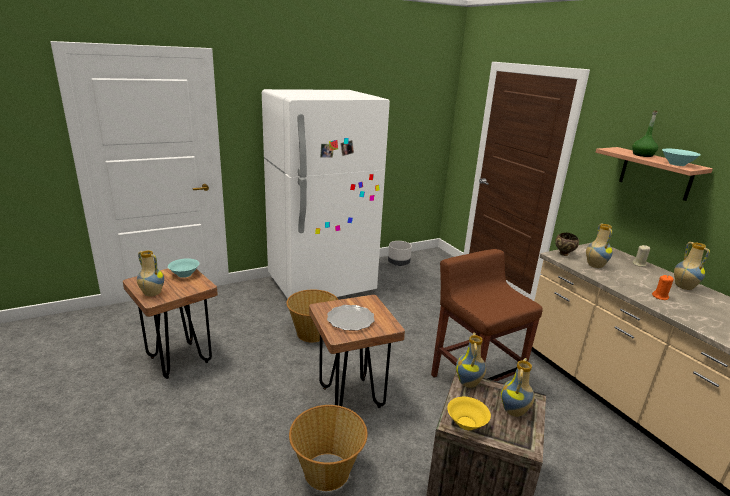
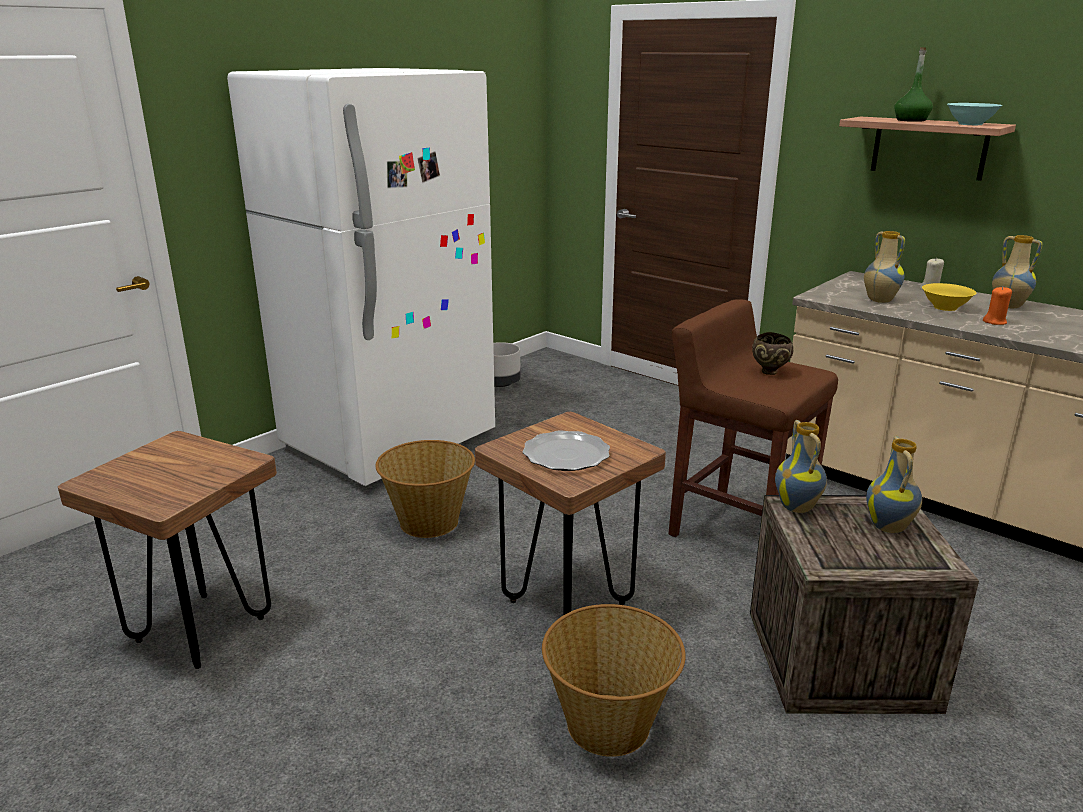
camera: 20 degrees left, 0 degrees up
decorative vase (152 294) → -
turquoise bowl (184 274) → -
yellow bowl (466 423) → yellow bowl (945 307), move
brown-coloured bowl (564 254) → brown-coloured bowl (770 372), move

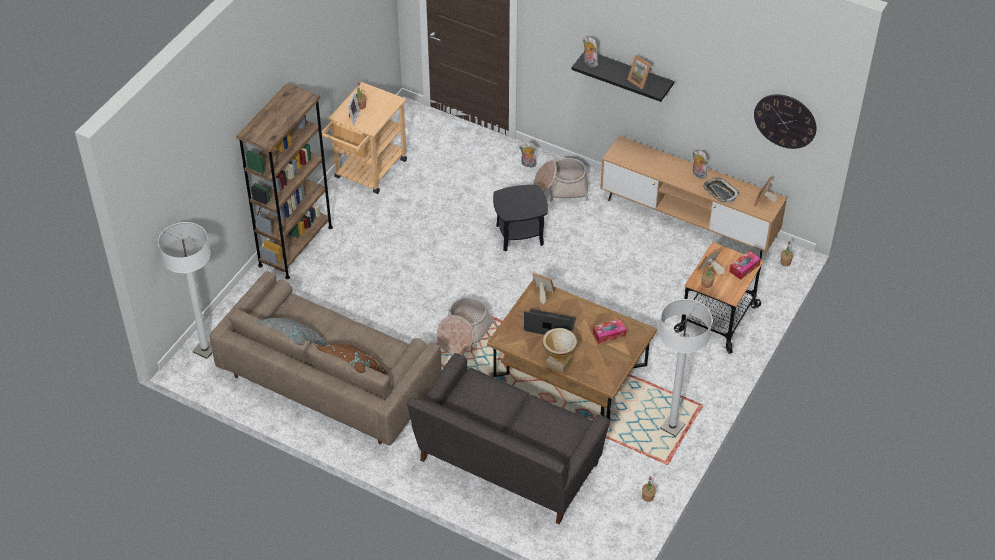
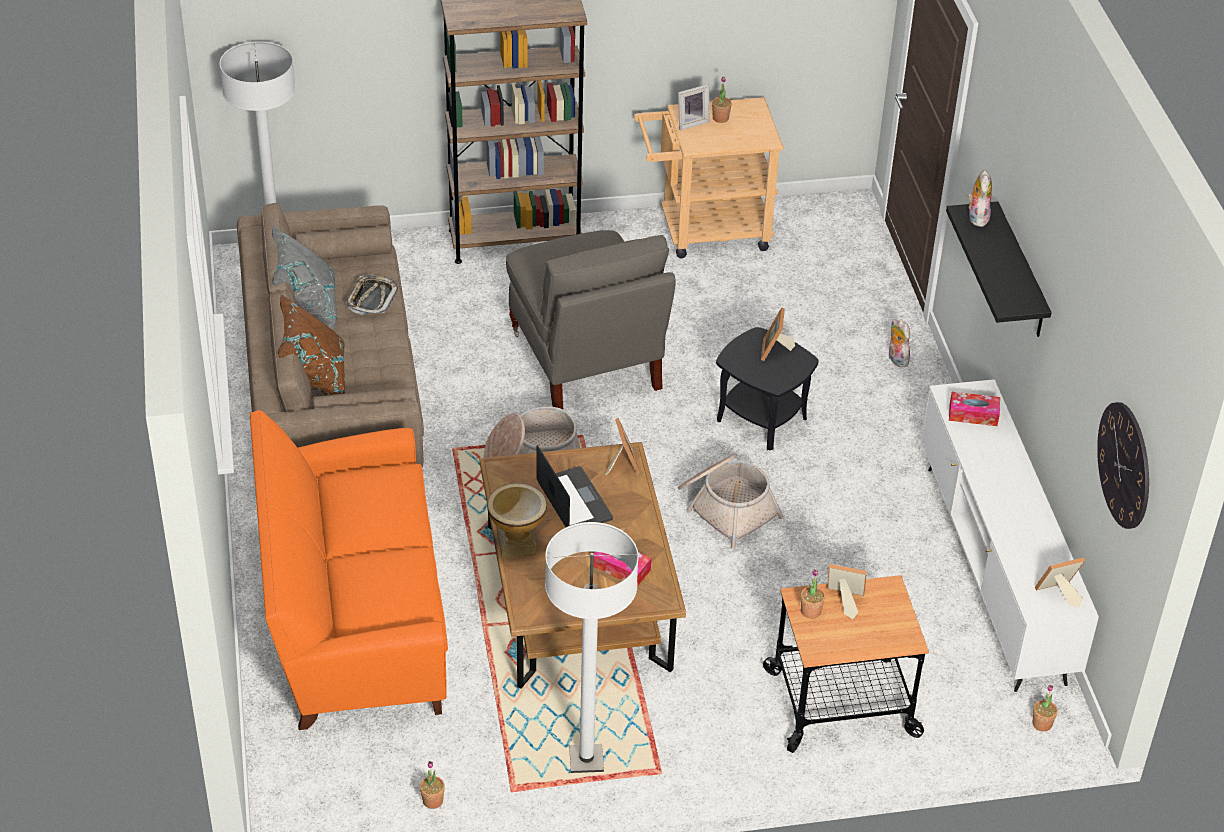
camera: 50 degrees right, 5 degrees down
plush toy (698 174) → -
- → gray lounge chair (586 362)
household basket (560 187) → household basket (726 507), move
photo frame (640 81) → photo frame (775 351), move
serving tray (720 192) → serving tray (372 299), move
tissue box (744 268) → tissue box (973 414), move
gray couch (507 463) → orange couch (354 621)
brown-coloured tv stand (688 220) → white tv stand (993 571)

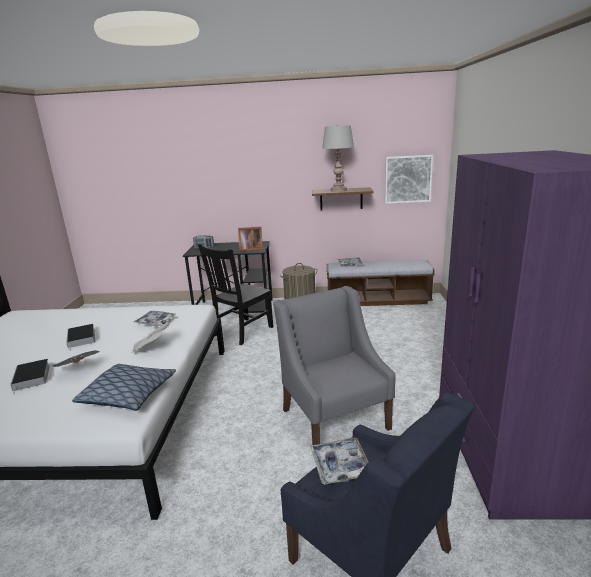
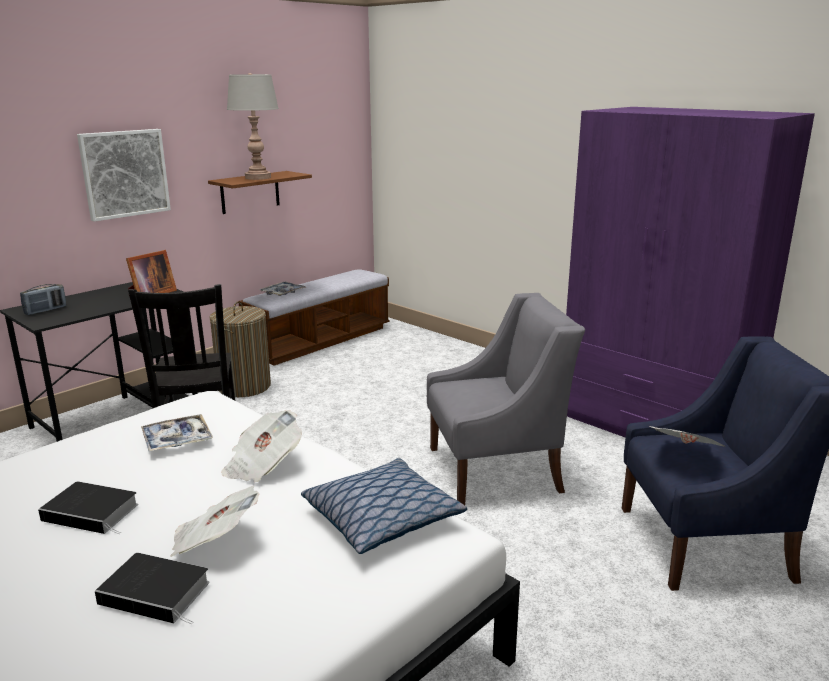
camera: 50 degrees left, 0 degrees up
picture (408 179) → picture (125 173), move
serving tray (340 465) → printed paper (685 454)
gray lounge chair (334 418) → gray lounge chair (496 469), 150 degrees clockwise

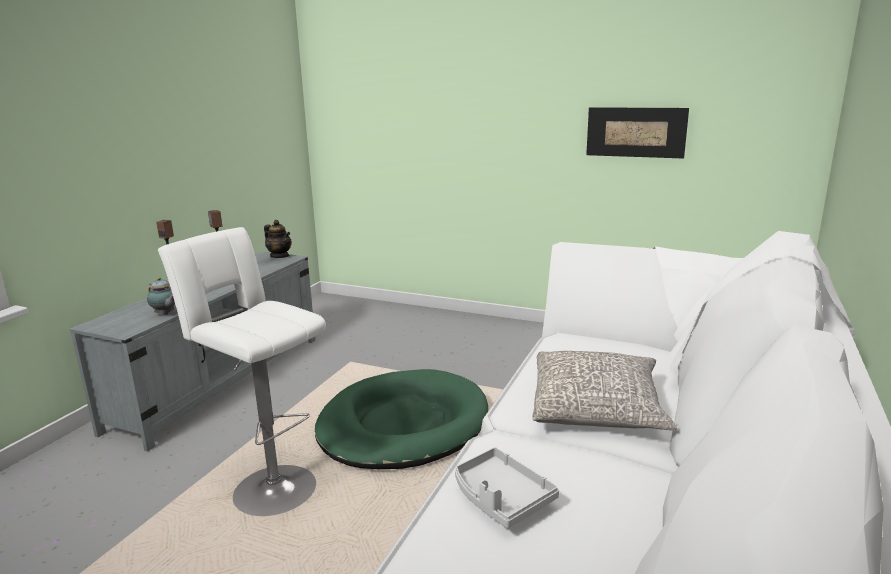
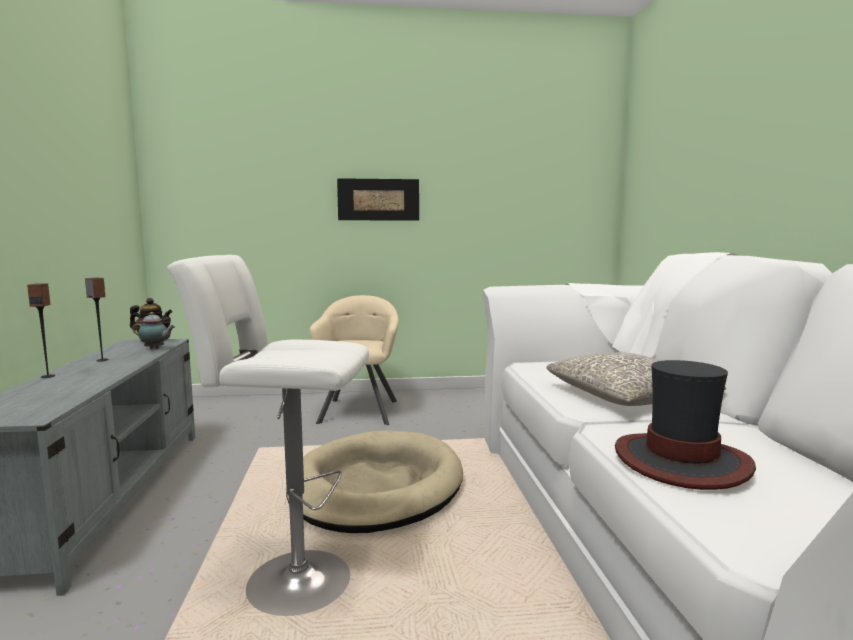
camera: 30 degrees left, 10 degrees down
- → beige lounge chair (359 411)
teapot (165 314) → teapot (155 349), move
picture (635 132) → picture (378 199), move
gray serving tray (501 498) → clothing hat (681 461)
greenish dog bed (403 425) → beige dog bed (376 487)

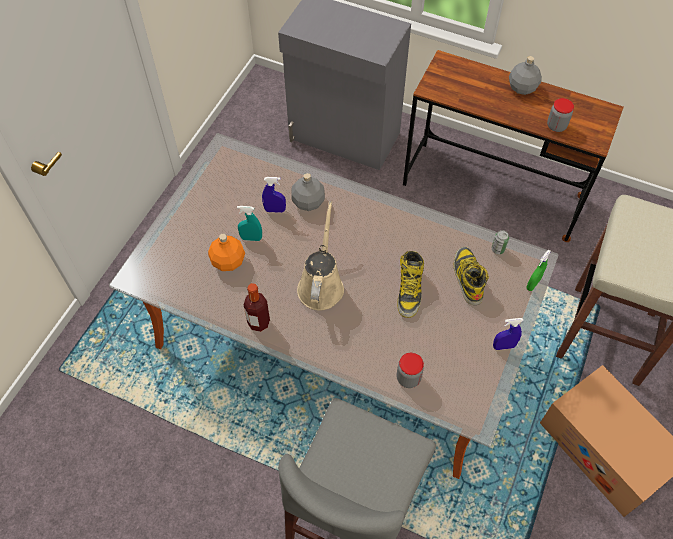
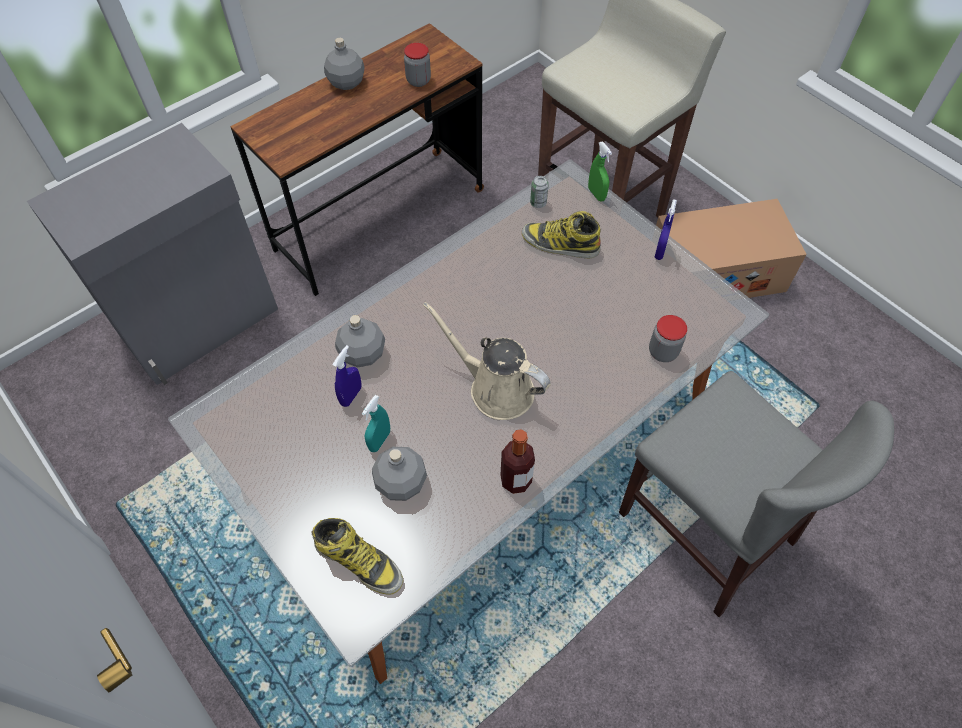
camera: 65 degrees left, 0 degrees up
high-top boot (409 290) → high-top boot (359 561), move
orange bottle (228 261) → gray bottle (400 483)

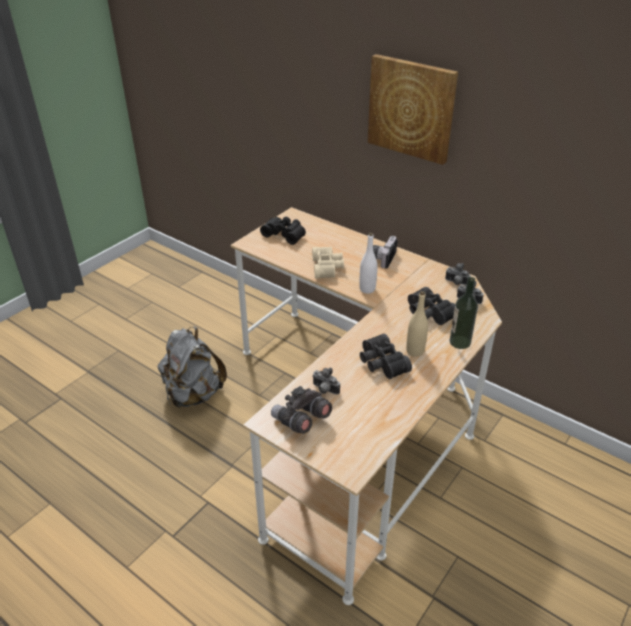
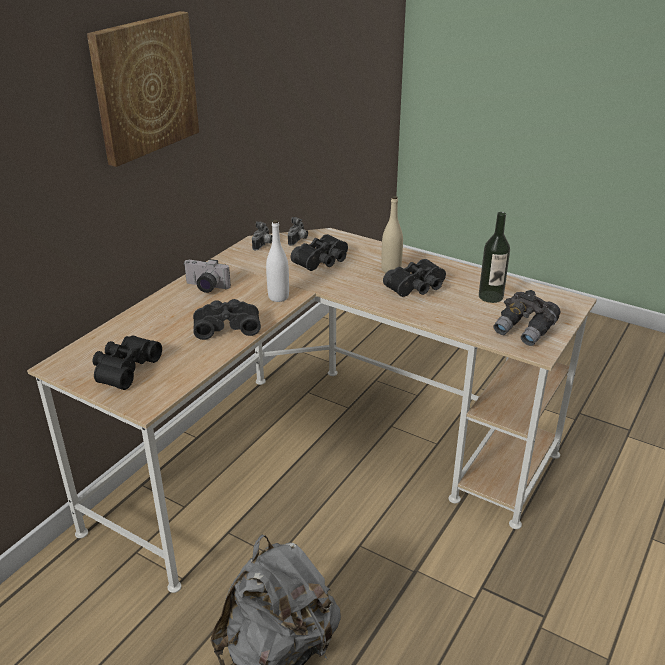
camera: 95 degrees left, 5 degrees down
still camera (324 390) → -
bottle (460 342) → bottle (490 296), move
beige pair of binoculars (328 267) → black-coloured pair of binoculars (227 326)

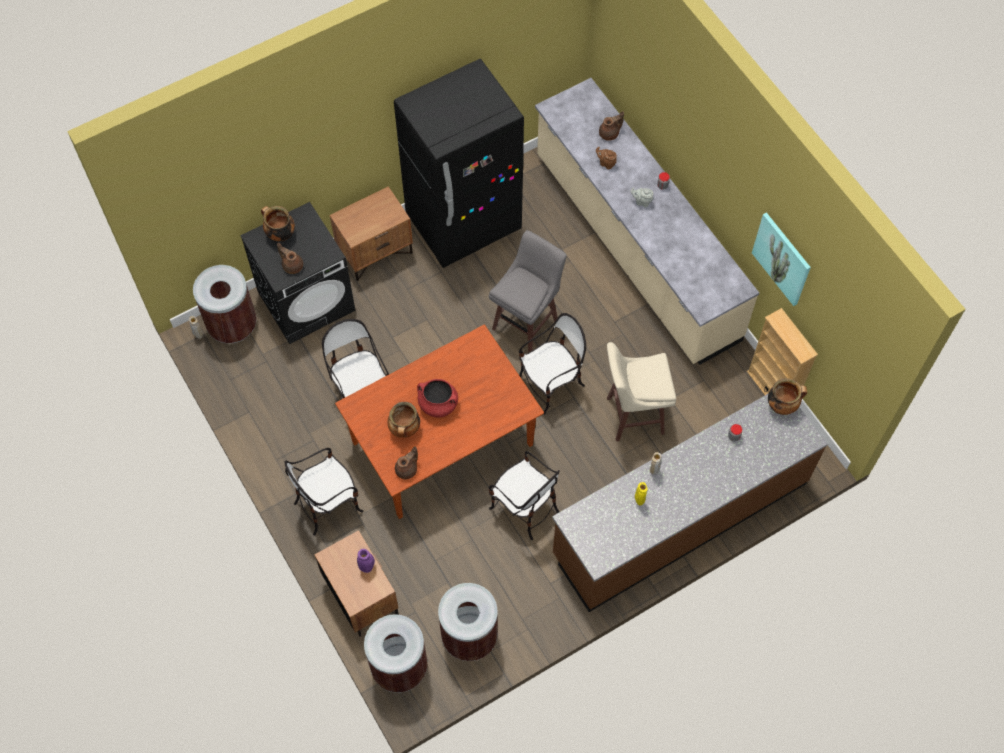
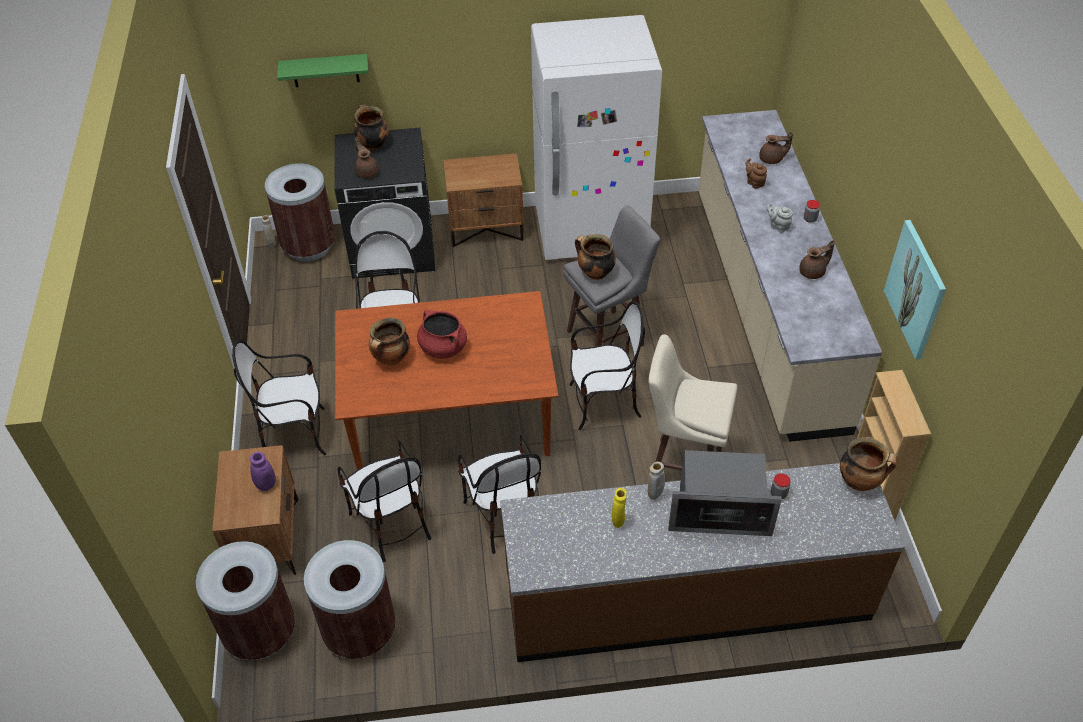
camera: 25 degrees right, 15 degrees down
- → greenish wall shelf (325 70)
- → chair (391 524)
- → cooking pot (594 273)
- → microwave oven (719 511)
brown-coloured teapot (407 469) → brown-coloured teapot (813 272), move
black-coloured kitchen fridge (464 223) → white kitchen fridge (591 231)

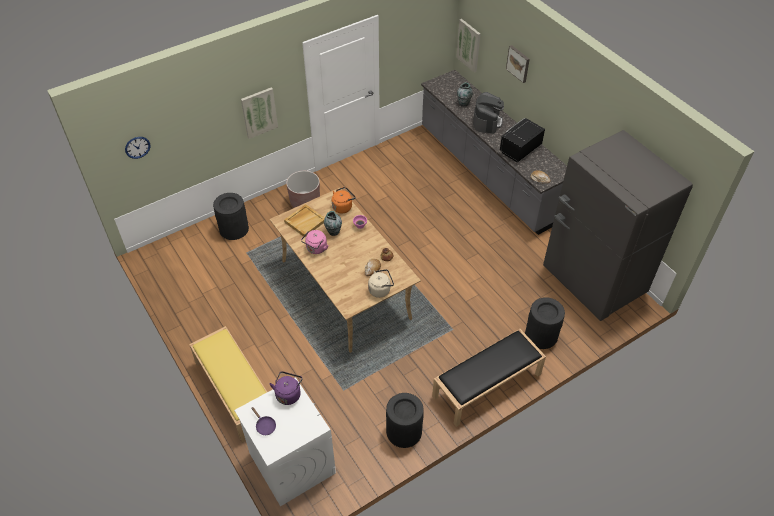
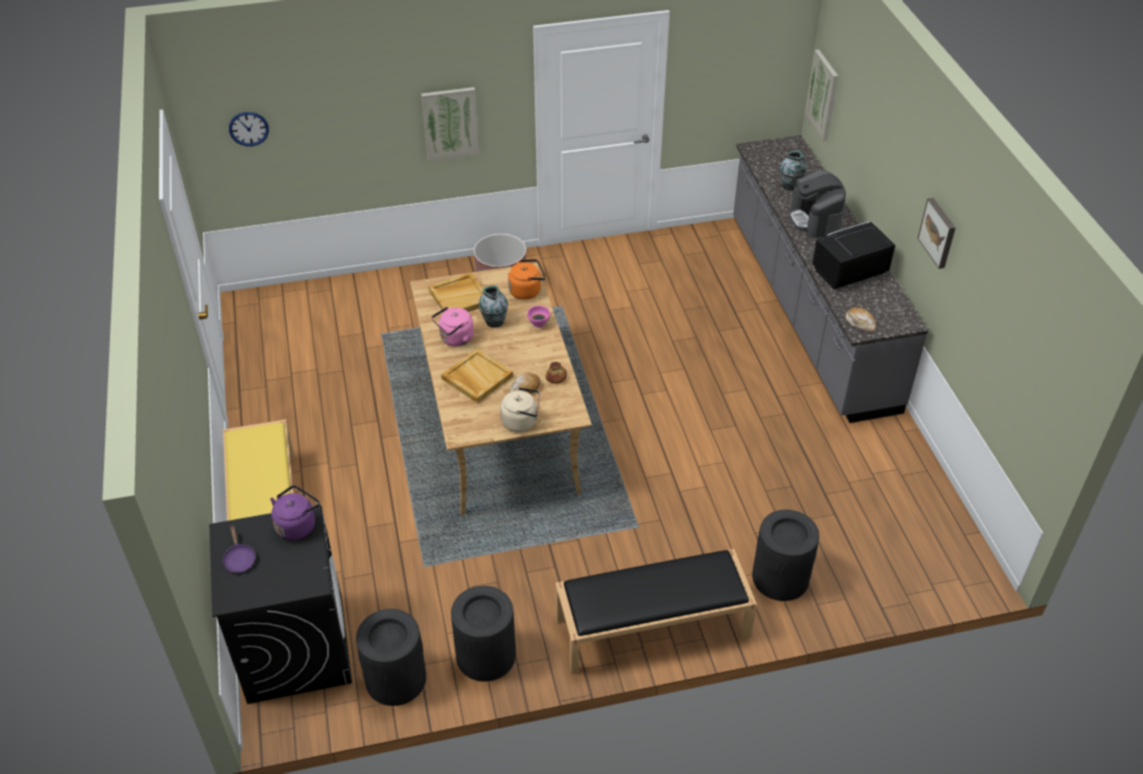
camera: 20 degrees right, 5 degrees down
gray kitchen fridge (593 281) → -
- → beige serving tray (476 378)
black-coloured rubbish bin (234 229) → black-coloured rubbish bin (396 678), move
picture (518 63) → picture (938 232), move
white laundry machine (291 463) → black-coloured laundry machine (295 647)
coffee brewer (487 121) → coffee brewer (815 220), 135 degrees clockwise

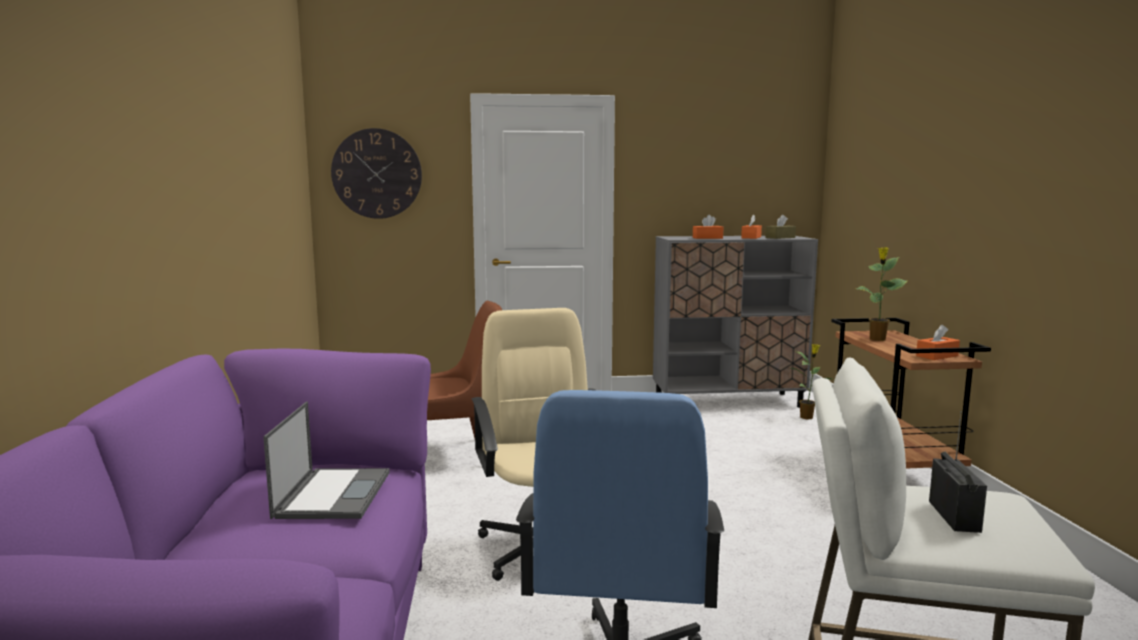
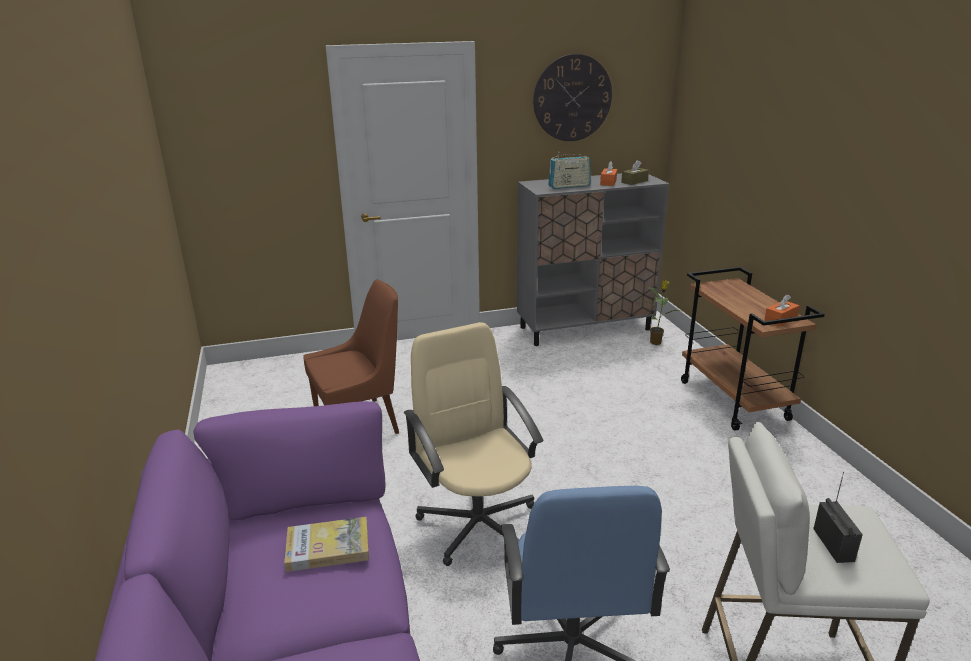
camera: 10 degrees left, 15 degrees up
plant in a pot (877 339) → -
wall clock (377 174) → wall clock (572 98), move
portable computer (333 493) → bound book (328 547)
orange tissue box (707 238) → radio (569 186)

